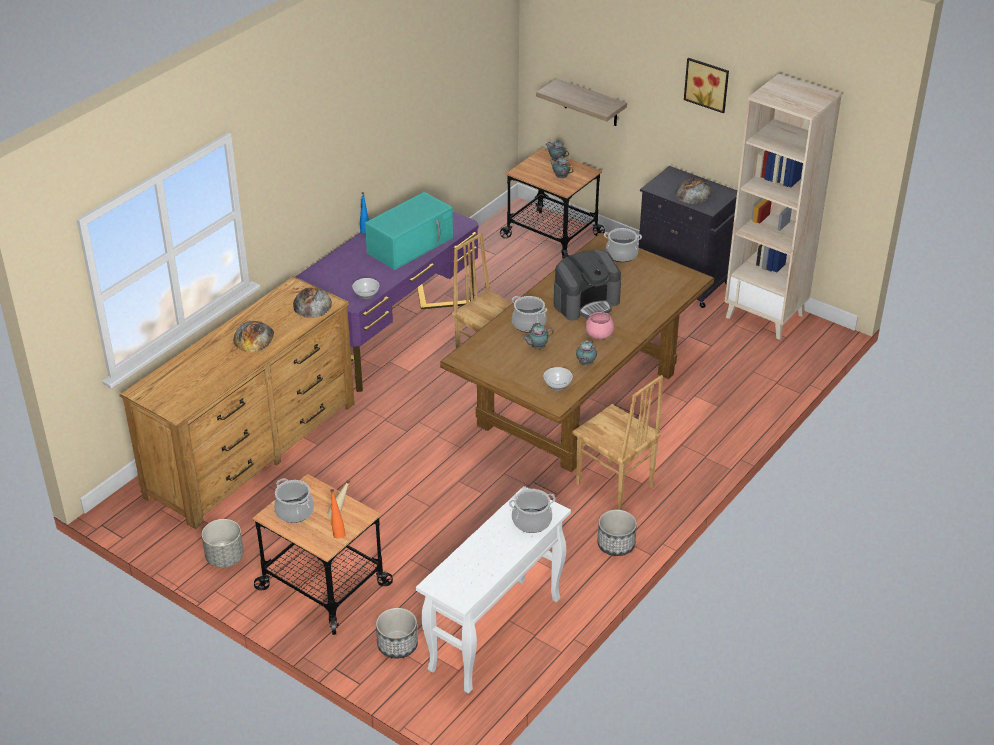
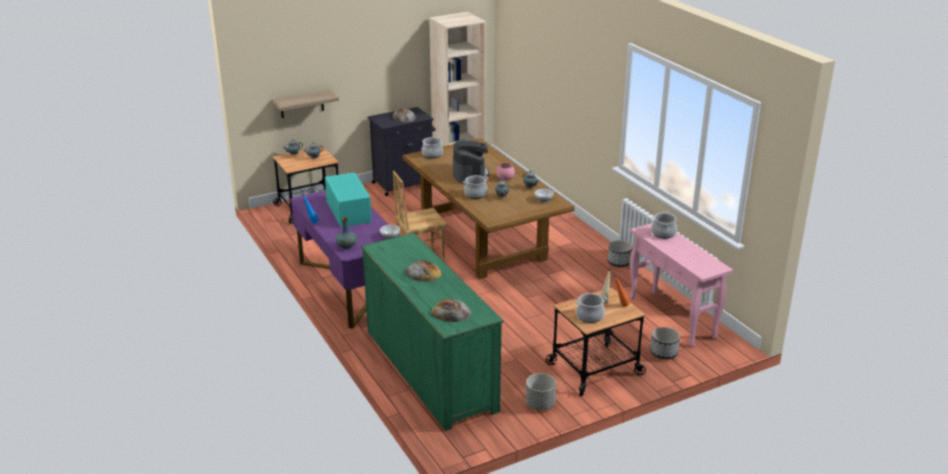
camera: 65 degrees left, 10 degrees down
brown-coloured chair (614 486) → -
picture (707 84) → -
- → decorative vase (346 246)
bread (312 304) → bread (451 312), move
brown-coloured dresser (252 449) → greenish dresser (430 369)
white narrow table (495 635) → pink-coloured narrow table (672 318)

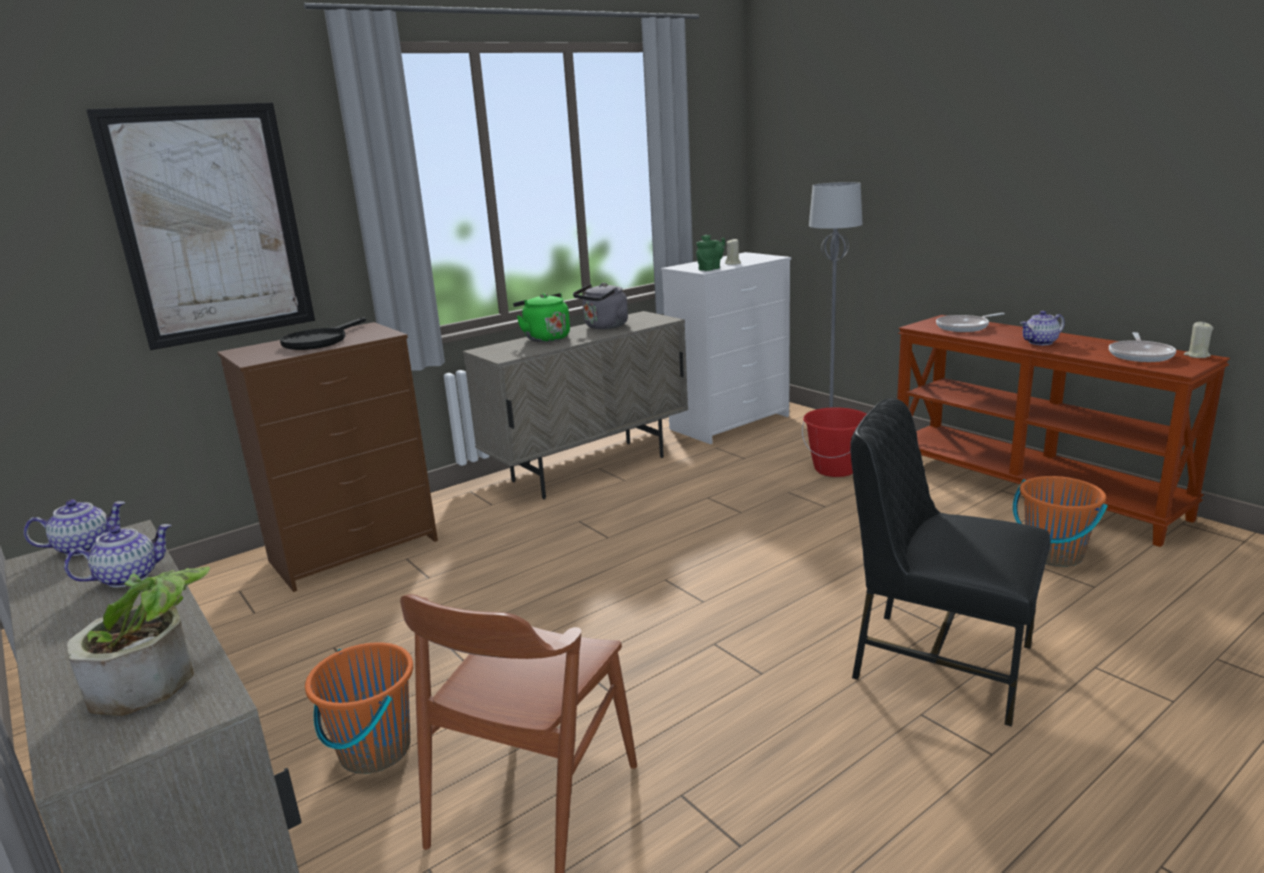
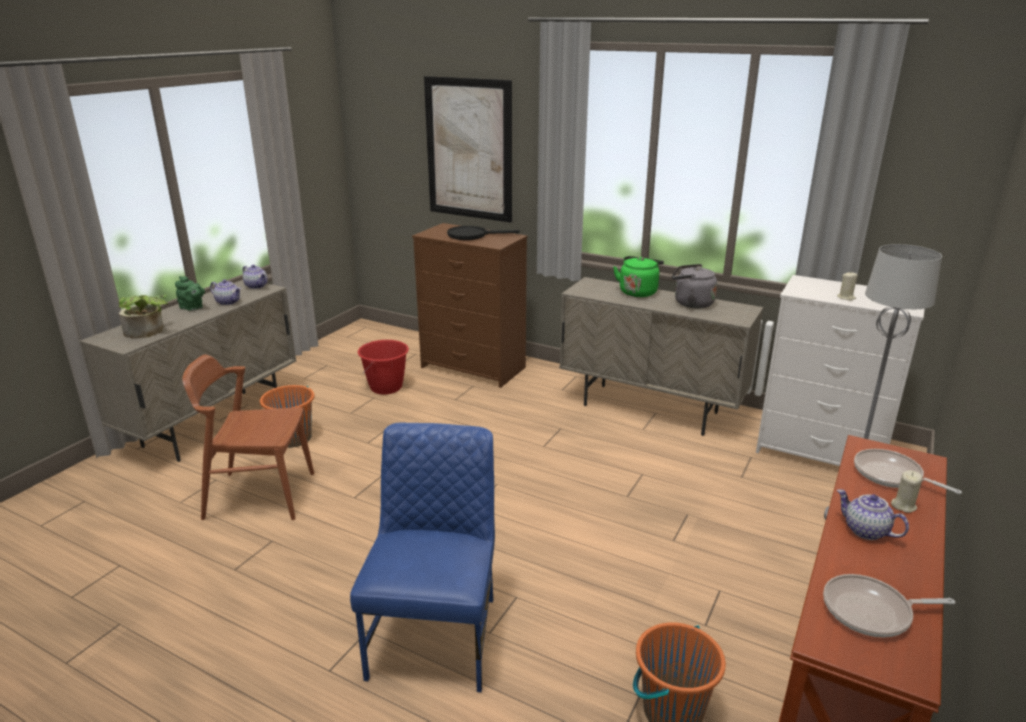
camera: 65 degrees right, 5 degrees up
greenish teapot (711 269) → greenish teapot (193 308), move
reddish bucket (835 469) → reddish bucket (386 387), move
beige candle (1196 355) → beige candle (903 505), move
black-coloured chair (938 662) → bluish chair (436 635)

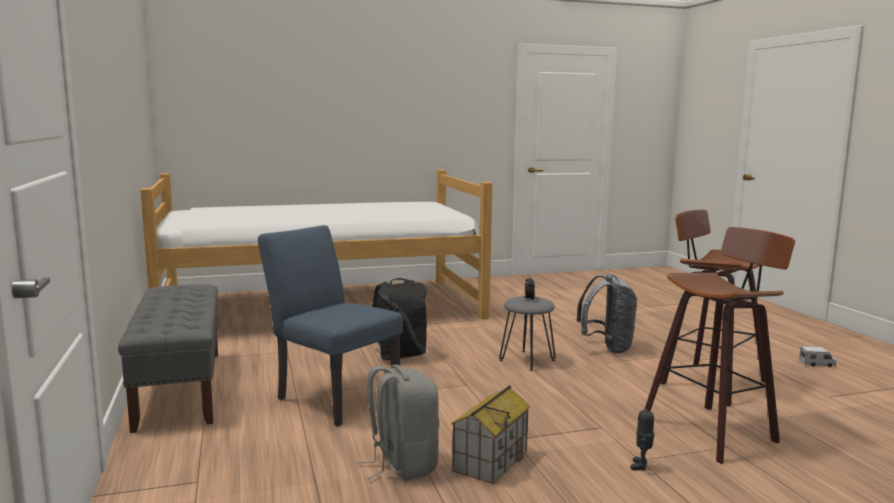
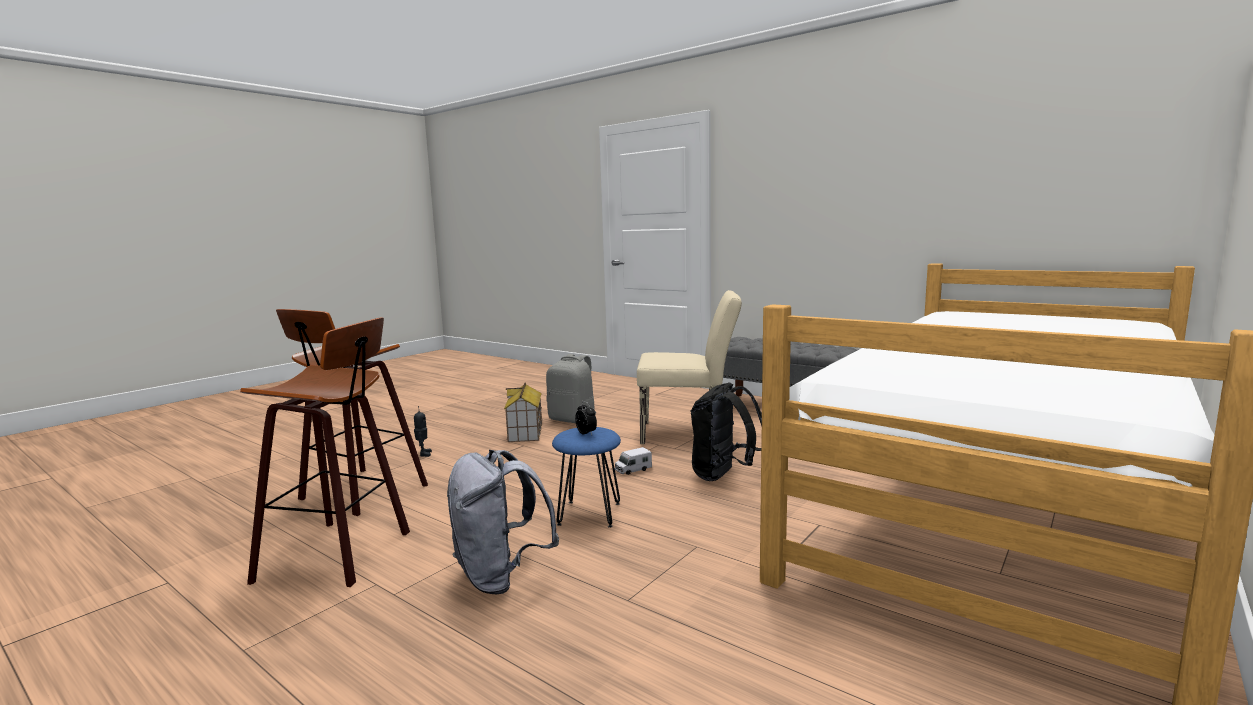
camera: 145 degrees right, 0 degrees up
model truck (817 364) → model truck (633 470), move
bluish chair (332 396) → beige chair (689 433)
gray stool seat (527 360) → bluish stool seat (589 514)

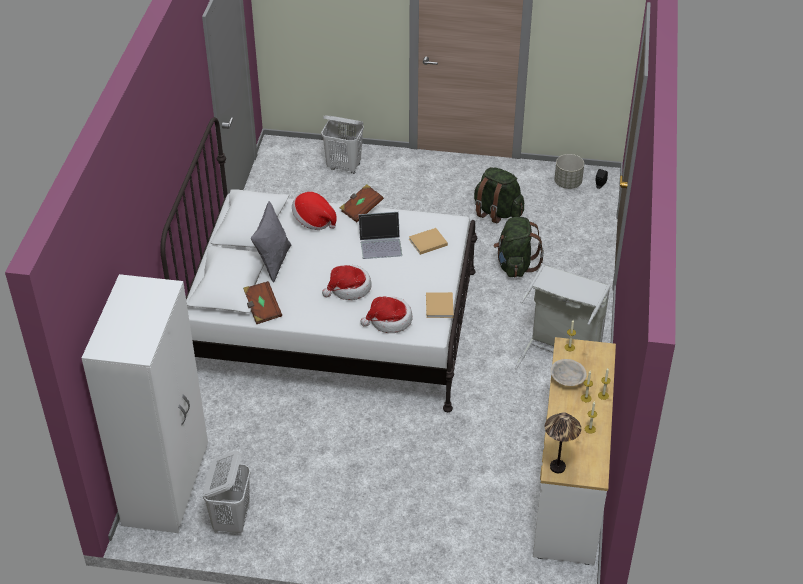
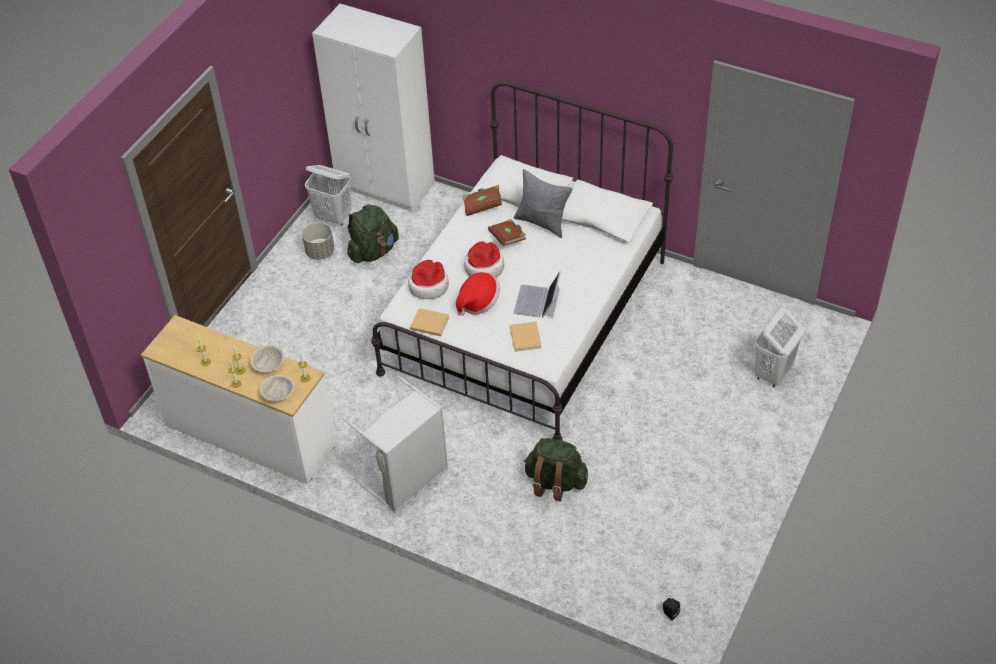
camera: 110 degrees right, 5 degrees up
lamp for a table (557 467) → -
- → beige bowl (278 394)
clothing hat (313 221) → clothing hat (478 302), move
brown-coloured bound book (361 209) → brown-coloured bound book (508 238), move
greenish backpack (497 212) → greenish backpack (373 251), move
gray planter (567 183) → gray planter (320 252), move

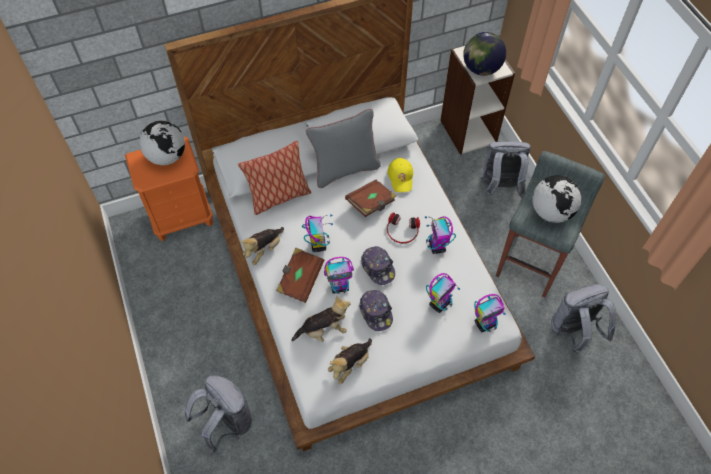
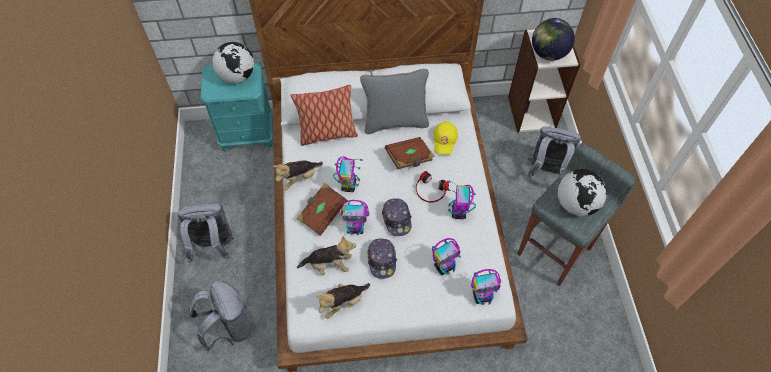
camera: 15 degrees right, 0 degrees up
gray backpack (573 332) → gray backpack (213 246), move
orange nightstand (182 217) → turquoise nightstand (248 134)

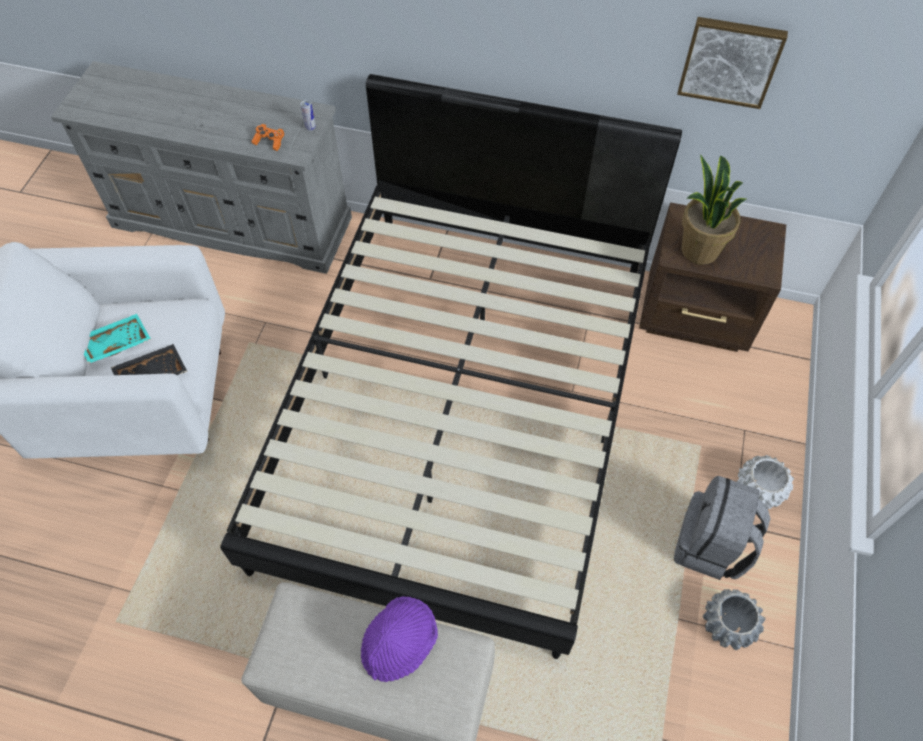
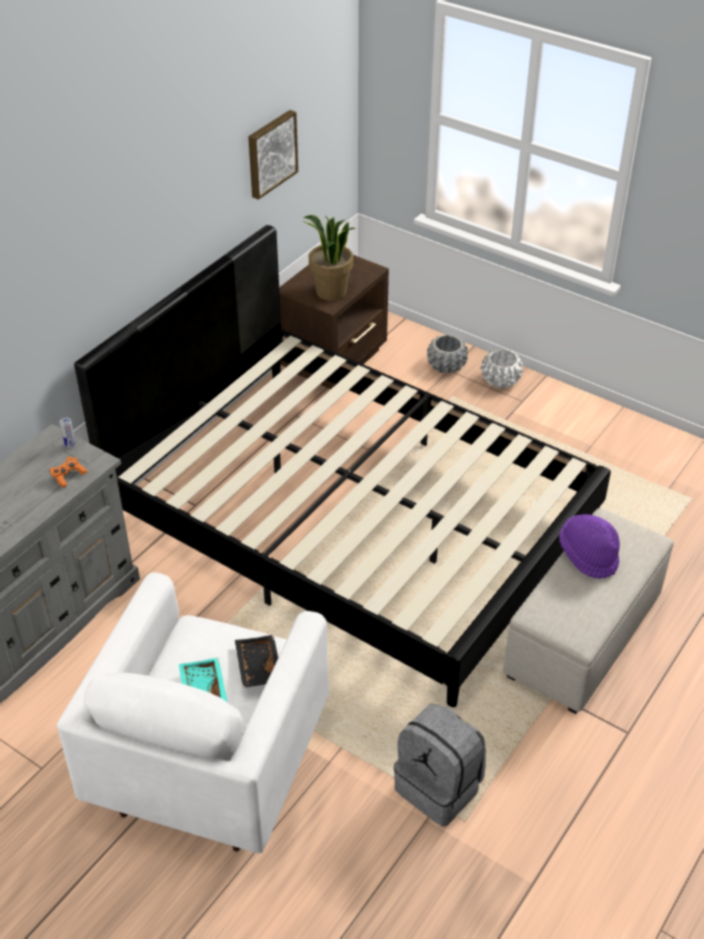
camera: 70 degrees left, 15 degrees down
gray backpack (710 546) → gray backpack (440 787), move
gray planter (728 624) → gray planter (446 365), move

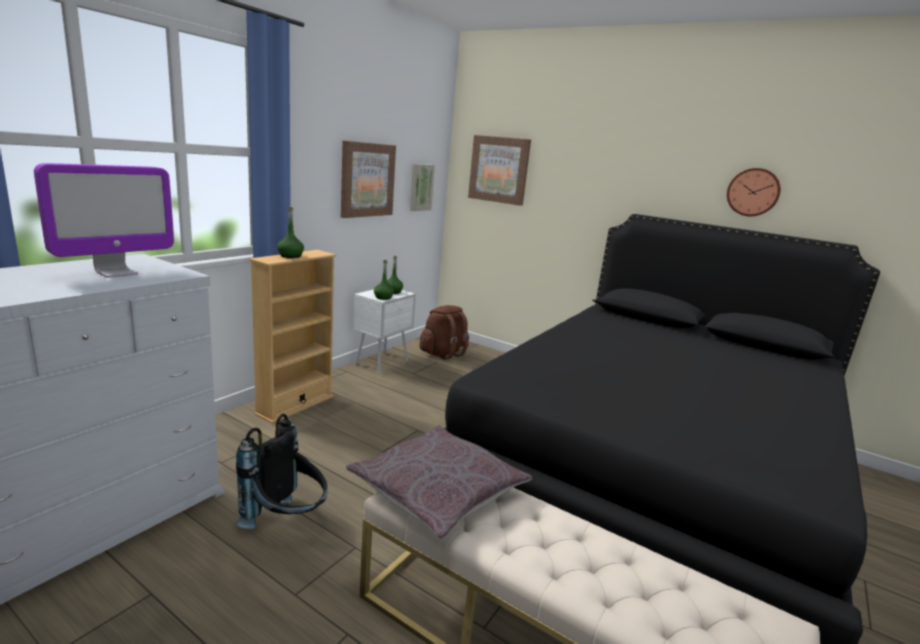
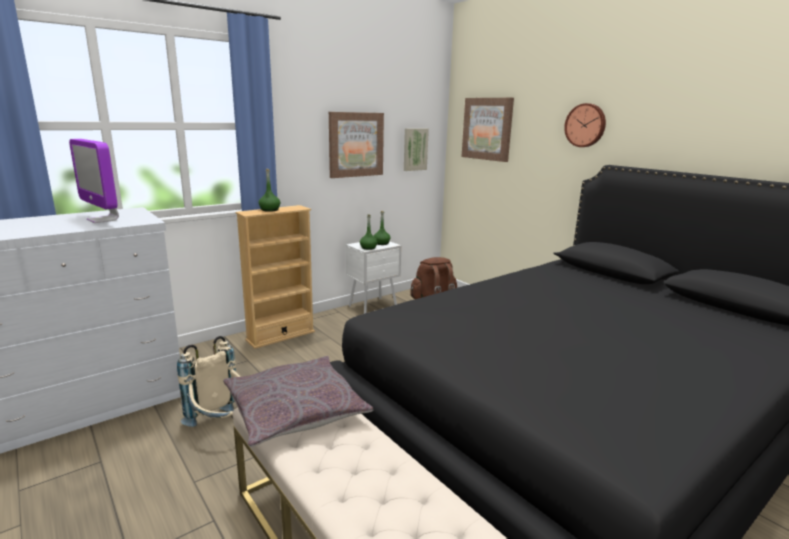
camera: 20 degrees right, 0 degrees up
wall clock (753 192) → wall clock (585 125), move
black-coloured backpack (287 521) → beige backpack (221 425)
monitor (116 273) → monitor (103 220), 75 degrees clockwise

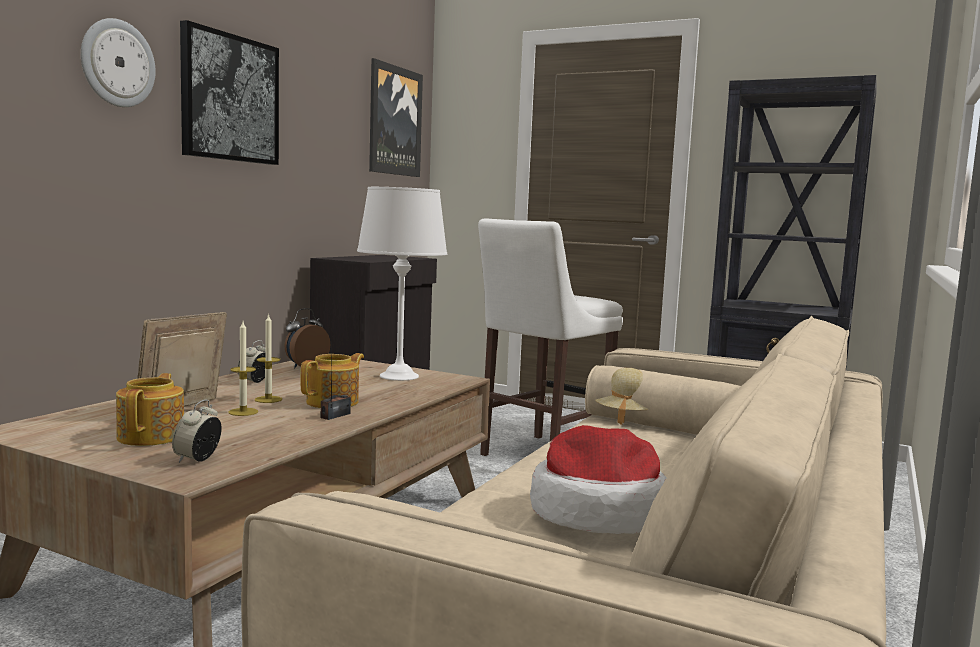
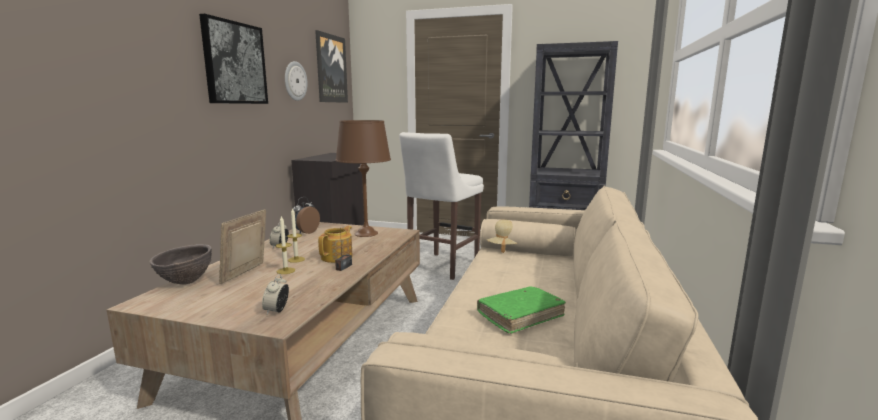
camera: 10 degrees left, 5 degrees up
teapot (152 436) → -
- → brown-coloured bowl (185 282)
wall clock (117 63) → wall clock (295 81), move
clothing hat (598 513) → greenish bound book (520 316)
white lamp for a table (398 376) → brown-coloured lamp for a table (365 233)

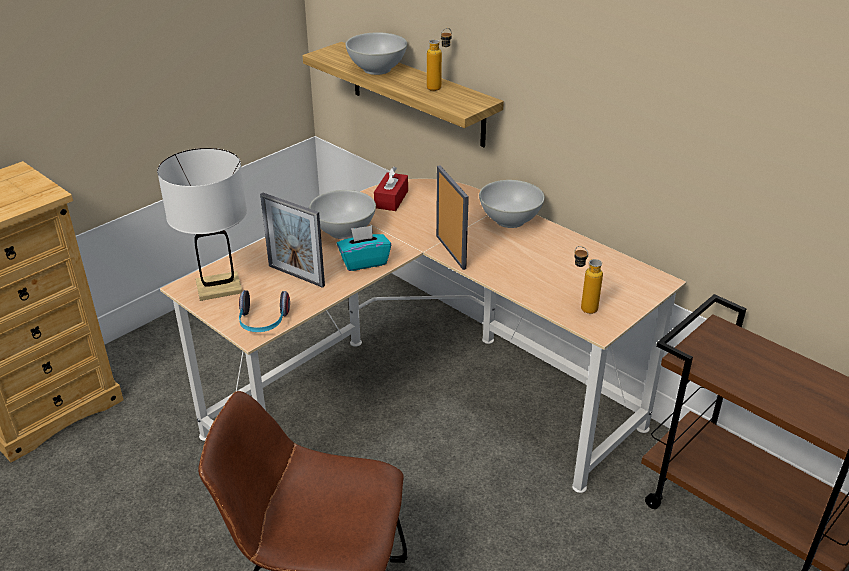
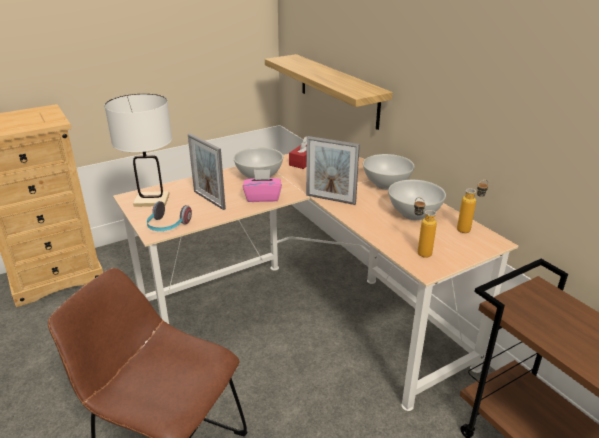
camera: 15 degrees right, 5 degrees down
white bowl (377 69) → white bowl (414 214), move
bottle (439 87) → bottle (468 229), move
turquoise tissue box (364 262) → pink-coloured tissue box (262 197)
photo frame (450 252) → photo frame (330 199), 120 degrees clockwise

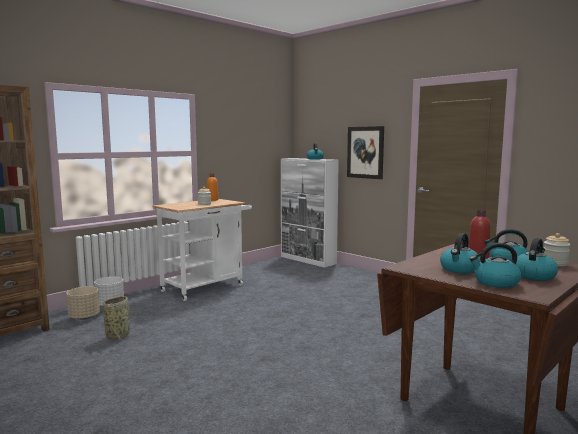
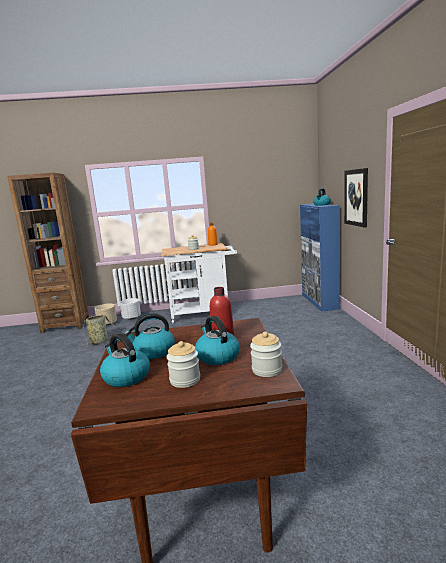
camera: 40 degrees right, 5 degrees up
kettle (533 276) → storage jar (185 380)
white storage cabinet (308 260) → bluish storage cabinet (319 301)

